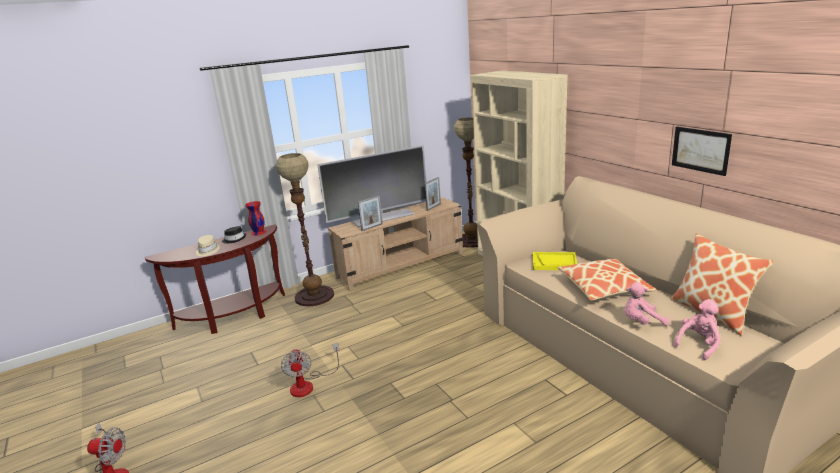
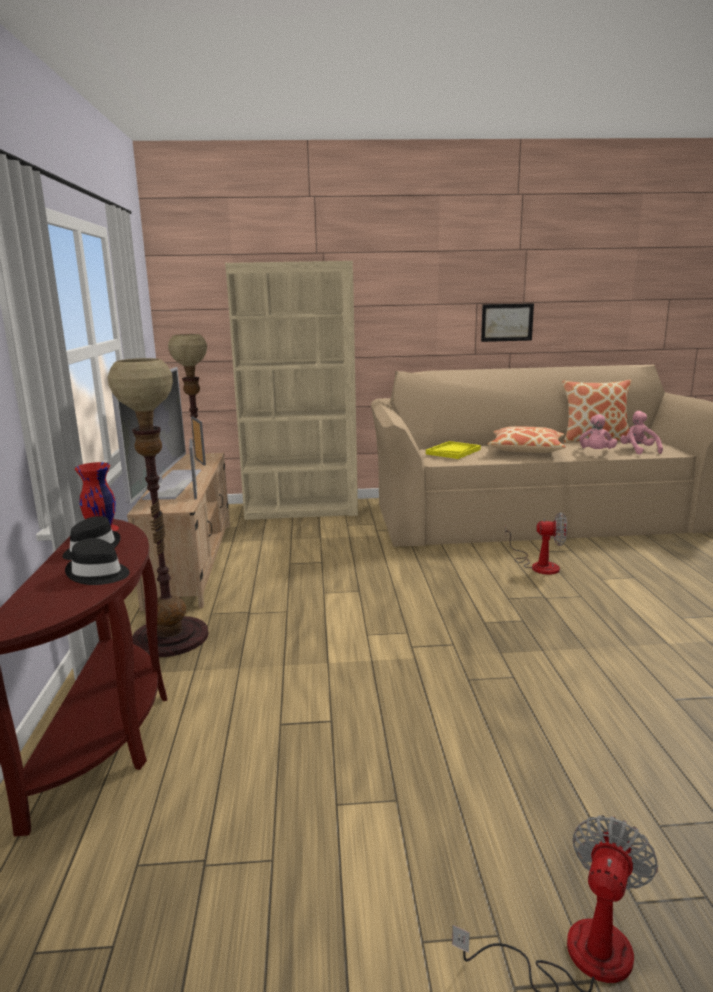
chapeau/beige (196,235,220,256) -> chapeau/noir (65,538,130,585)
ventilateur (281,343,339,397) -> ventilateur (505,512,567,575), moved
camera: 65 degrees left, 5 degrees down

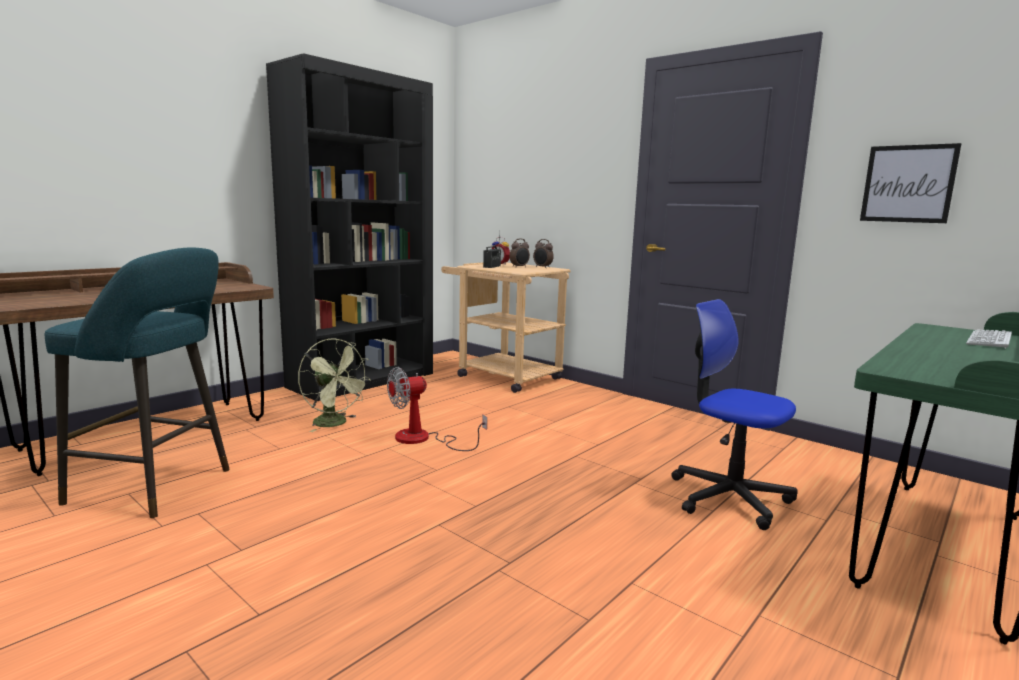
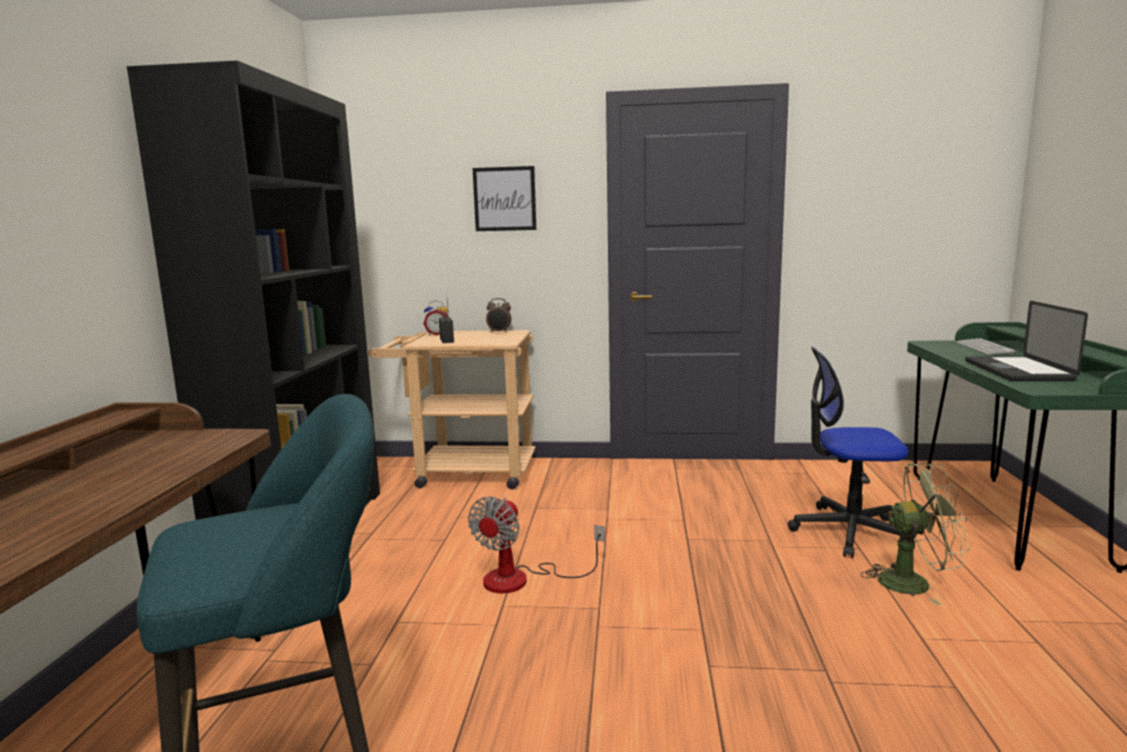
tableau (860,143,962,223) -> tableau (473,166,536,231), moved
réveil (509,239,530,267) -> none
ventilateur/vert (298,338,371,432) -> ventilateur/vert (860,463,970,605), moved
none -> ordinateur portable (965,301,1088,381)
camera: 35 degrees left, 0 degrees up

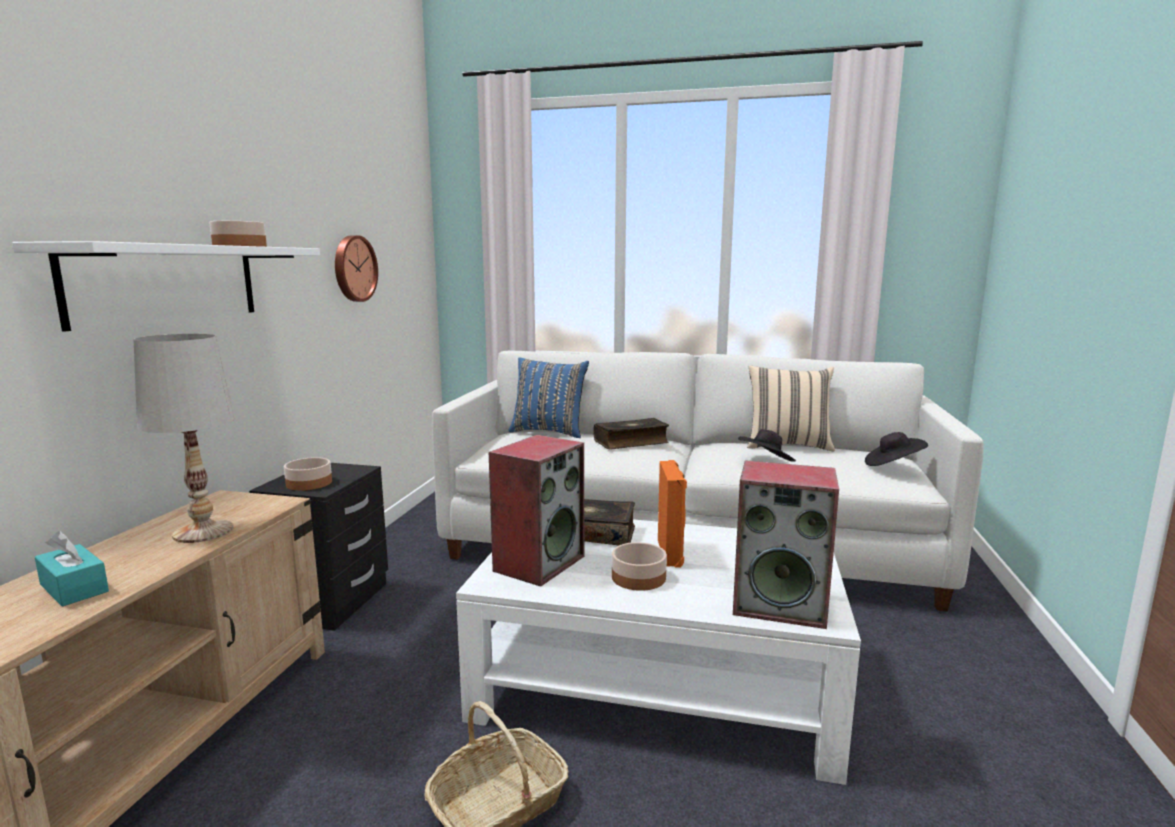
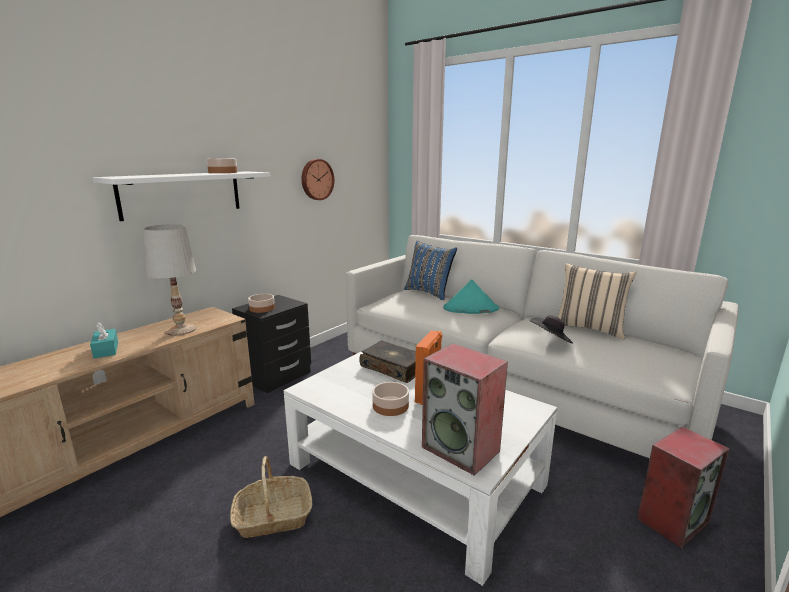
livre (593,418,669,450) -> chapeau/turquoise (443,279,499,314)
chapeau/noir (865,432,928,466) -> none
enceinte (489,435,584,587) -> enceinte (637,427,730,548), moved
camera: 25 degrees right, 5 degrees up

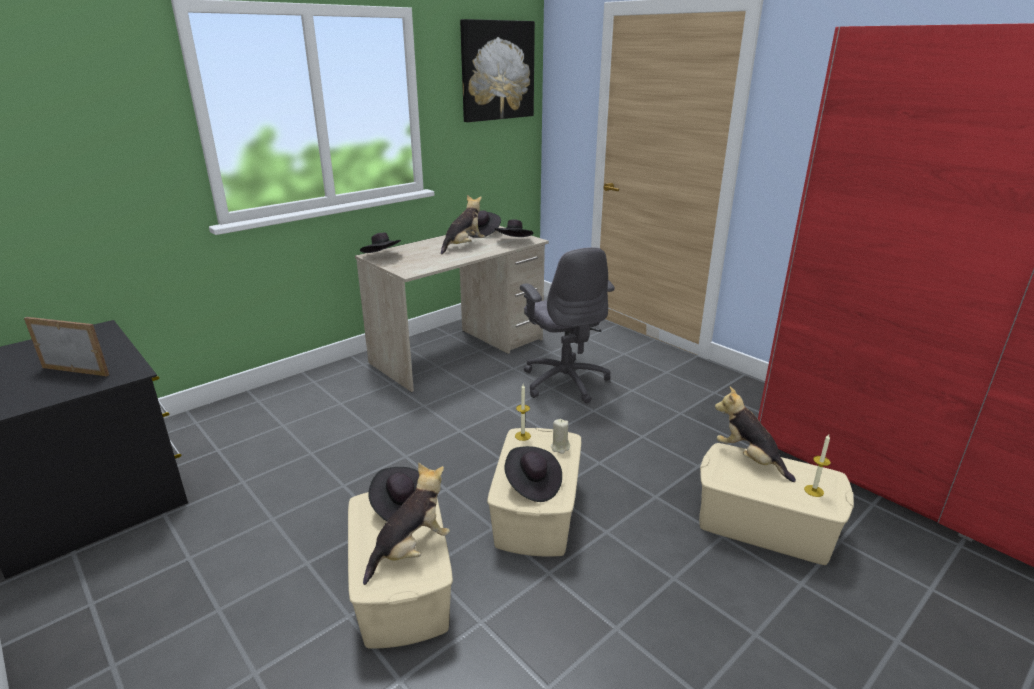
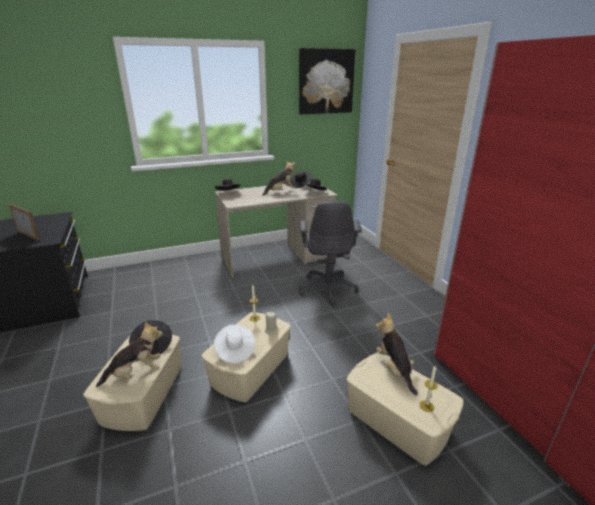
chapeau/noir (505,446,562,502) -> chapeau/blanc (214,325,255,364)
camera: 20 degrees right, 0 degrees up

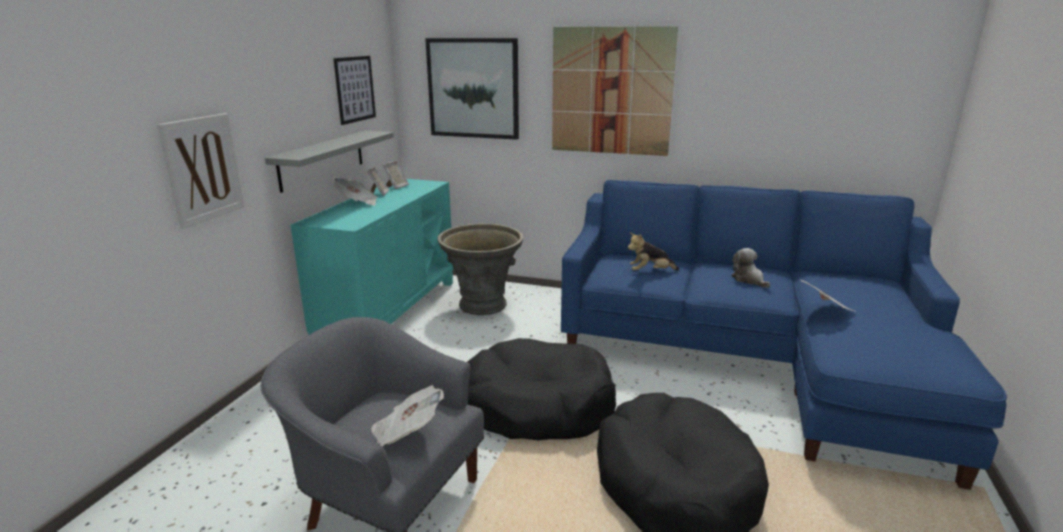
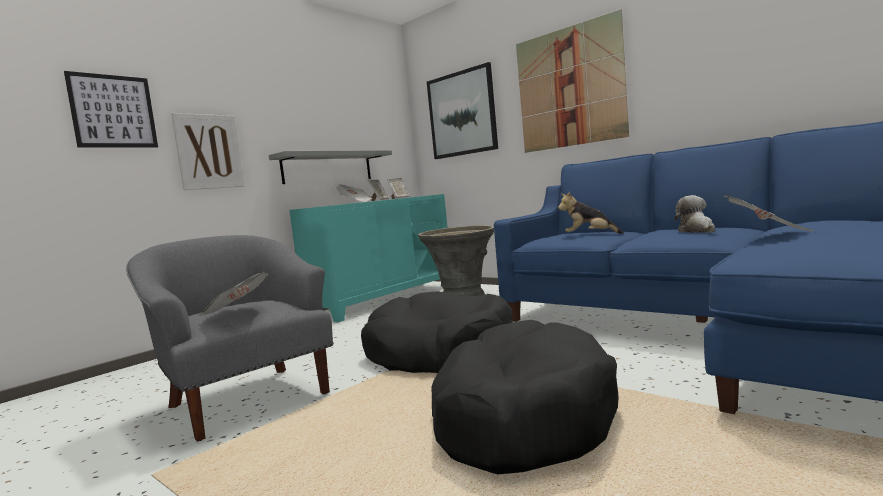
tableau (333,56,376,125) -> tableau (64,71,158,148), moved
camera: 25 degrees right, 15 degrees down

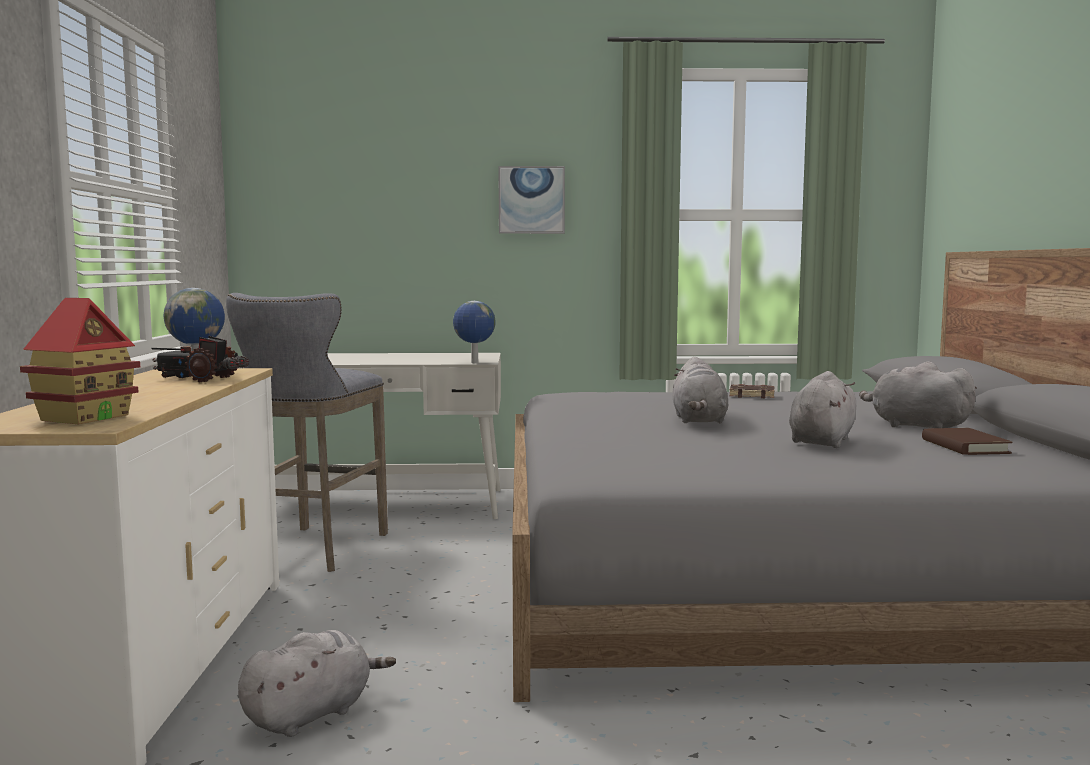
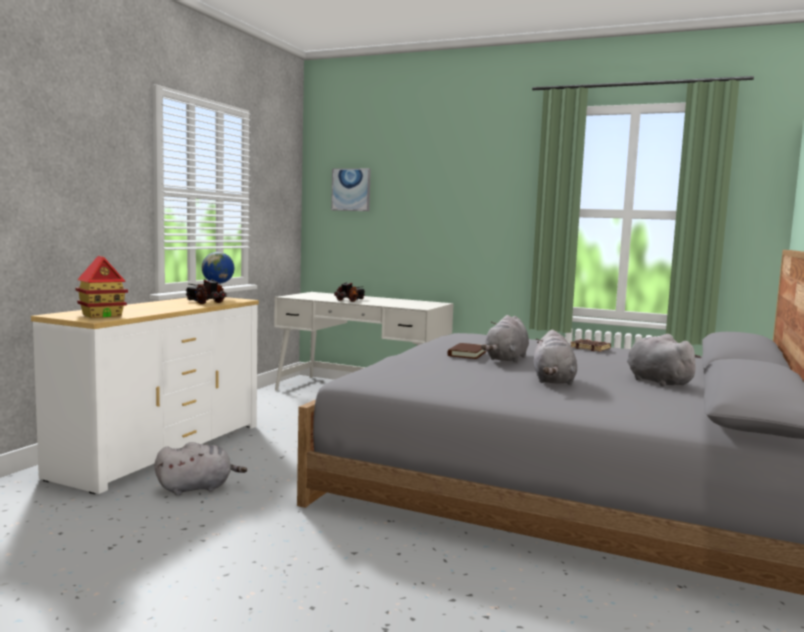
tableau (498,166,565,234) -> tableau (331,168,371,211), moved
tabouret/gris (226,293,388,572) -> none
globe (453,301,496,363) -> none
peluche/gris (789,371,856,448) -> peluche/gris (534,330,577,385), 135 degrees clockwise
livre/marron (922,428,1013,455) -> livre/marron (447,343,487,359), moved
none -> camion jouet (334,282,365,302)
camera: 25 degrees right, 0 degrees up

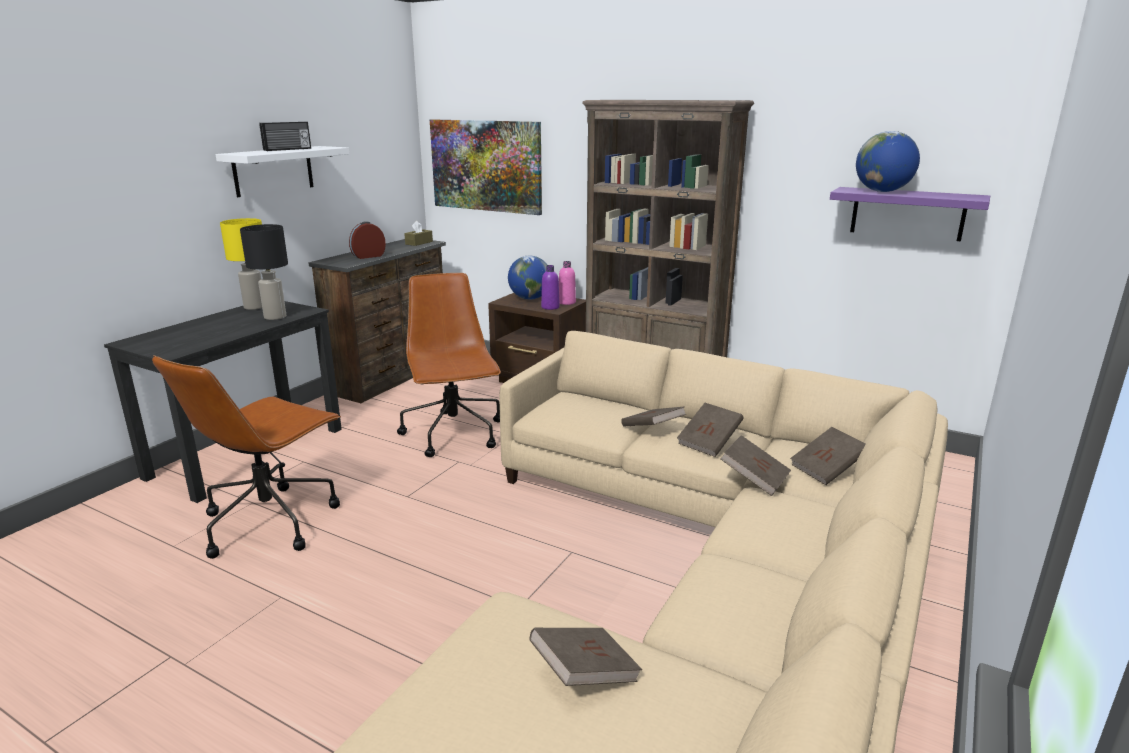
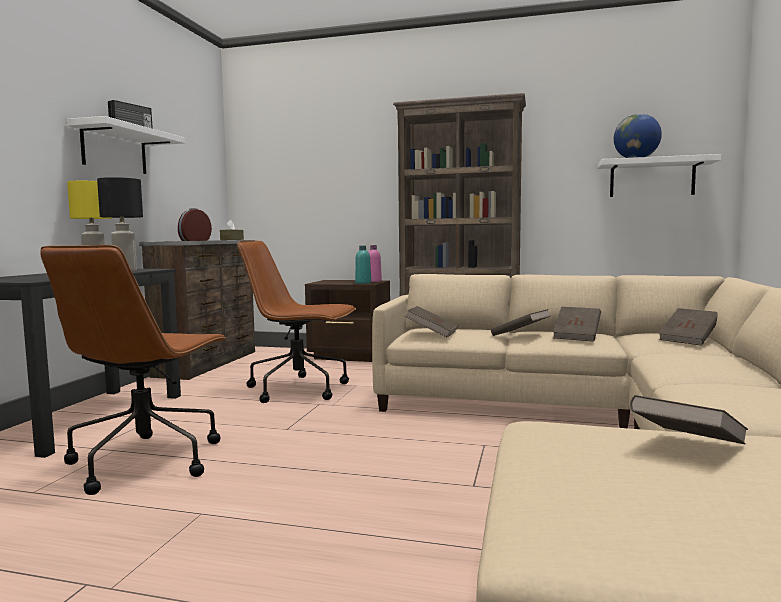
tableau (430,119,542,215) -> none
étagère/violet (830,187,990,241) -> étagère/blanc (598,154,722,197)
globe (508,256,547,300) -> none
bouteille/violet (541,265,560,310) -> bouteille/turquoise (355,245,371,284)
chaise de bureau/marron (397,273,501,457) -> chaise de bureau/marron (237,241,356,403), 45 degrees counterclockwise
livre/marron (720,435,791,496) -> livre/marron (405,306,458,337), moved
camera: 15 degrees left, 15 degrees down

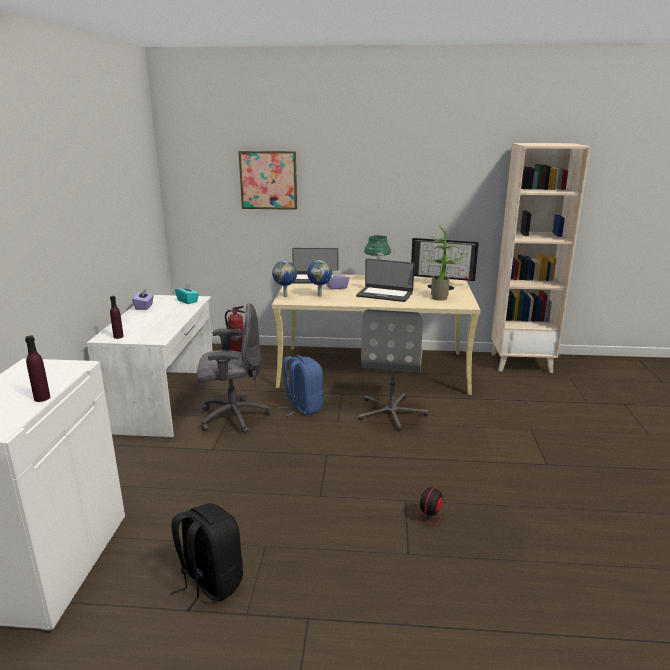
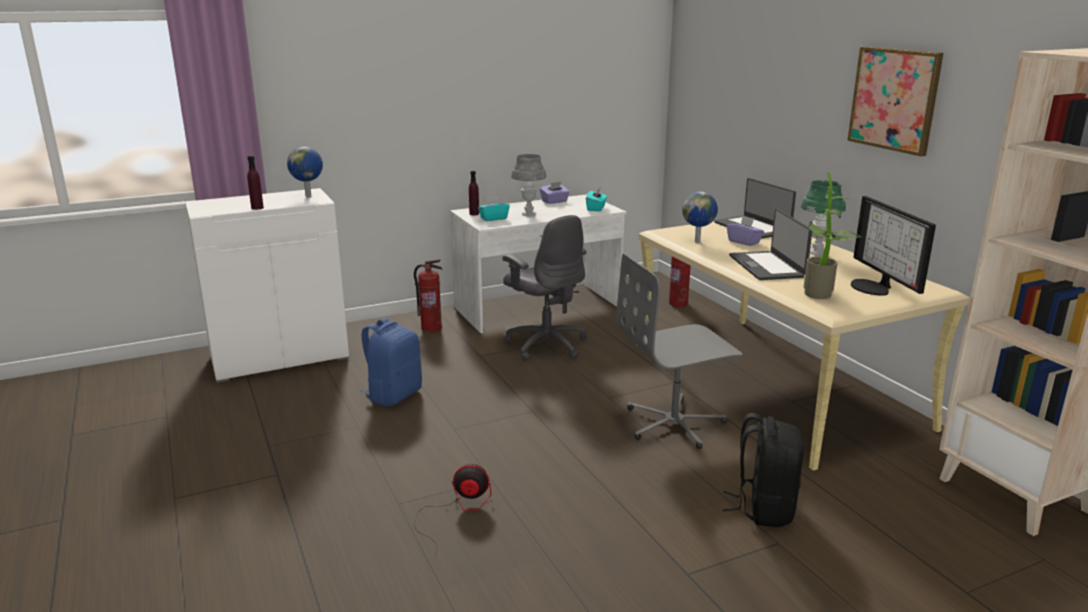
tableau (238,151,297,210) -> tableau (847,46,943,156), moved
globe (272,261,297,297) -> globe (287,147,323,197), moved
sac à dos/bleu (279,355,323,416) -> sac à dos/bleu (360,318,422,407), moved
sac à dos/noir (171,503,243,611) -> sac à dos/noir (723,413,804,527), moved
none -> lampe de table/gris (511,154,546,216)
none -> boîte à mouchoirs/turquoise (478,196,510,221)
none -> extincteur (414,259,442,332)
camera: 60 degrees right, 0 degrees up

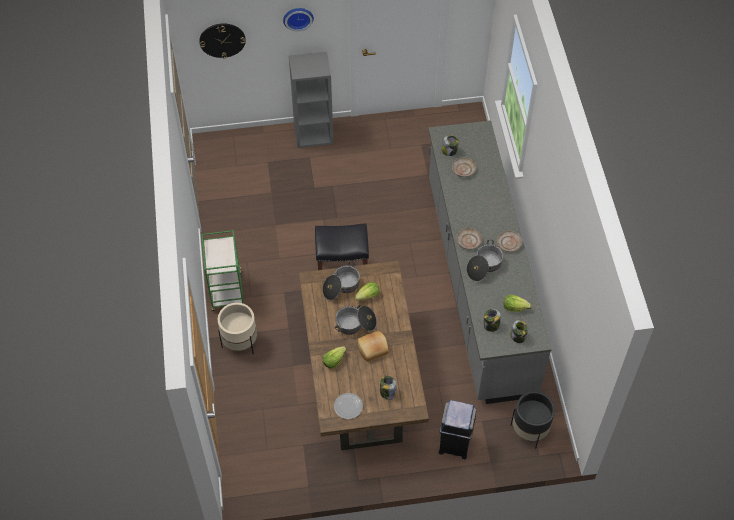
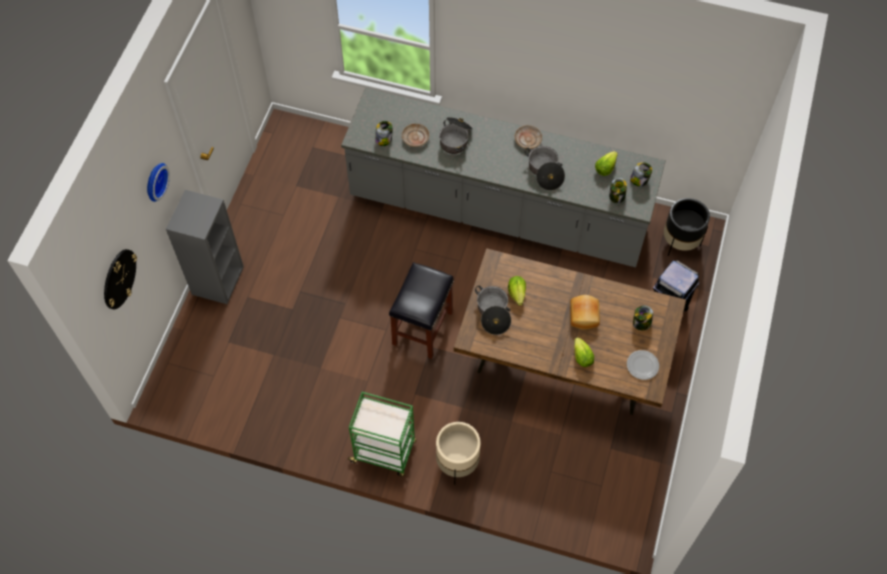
assiette/beige (457,228,482,250) -> none
marmite (334,305,377,335) -> marmite (439,117,473,154), moved
camera: 65 degrees left, 5 degrees up

